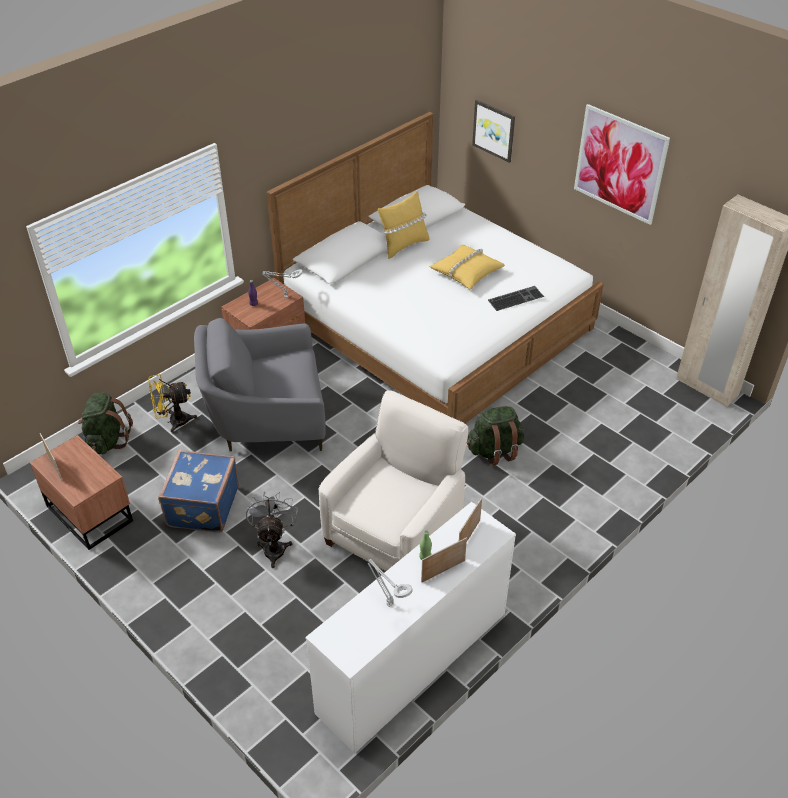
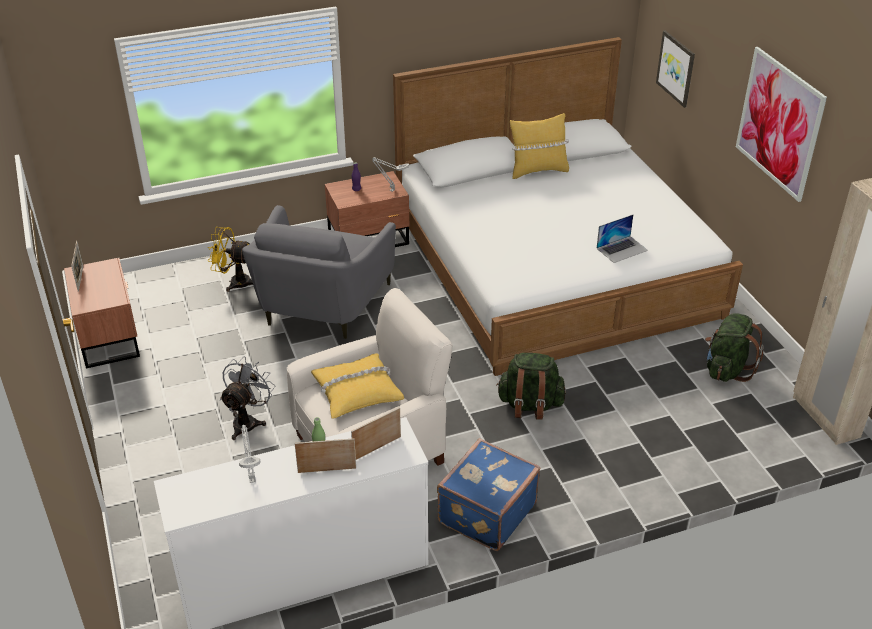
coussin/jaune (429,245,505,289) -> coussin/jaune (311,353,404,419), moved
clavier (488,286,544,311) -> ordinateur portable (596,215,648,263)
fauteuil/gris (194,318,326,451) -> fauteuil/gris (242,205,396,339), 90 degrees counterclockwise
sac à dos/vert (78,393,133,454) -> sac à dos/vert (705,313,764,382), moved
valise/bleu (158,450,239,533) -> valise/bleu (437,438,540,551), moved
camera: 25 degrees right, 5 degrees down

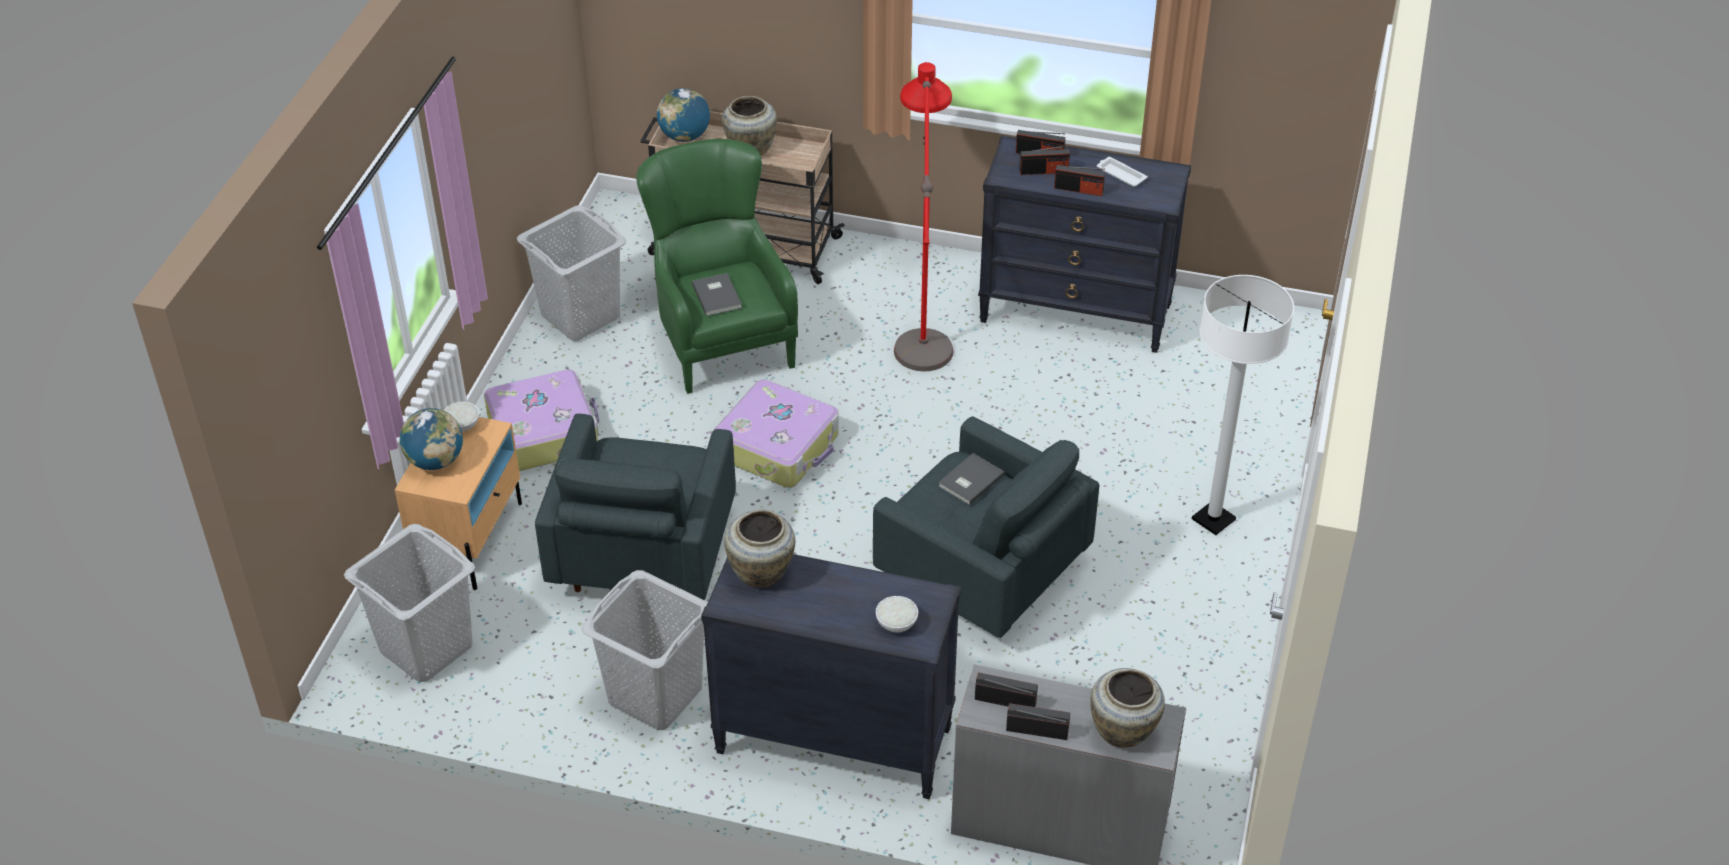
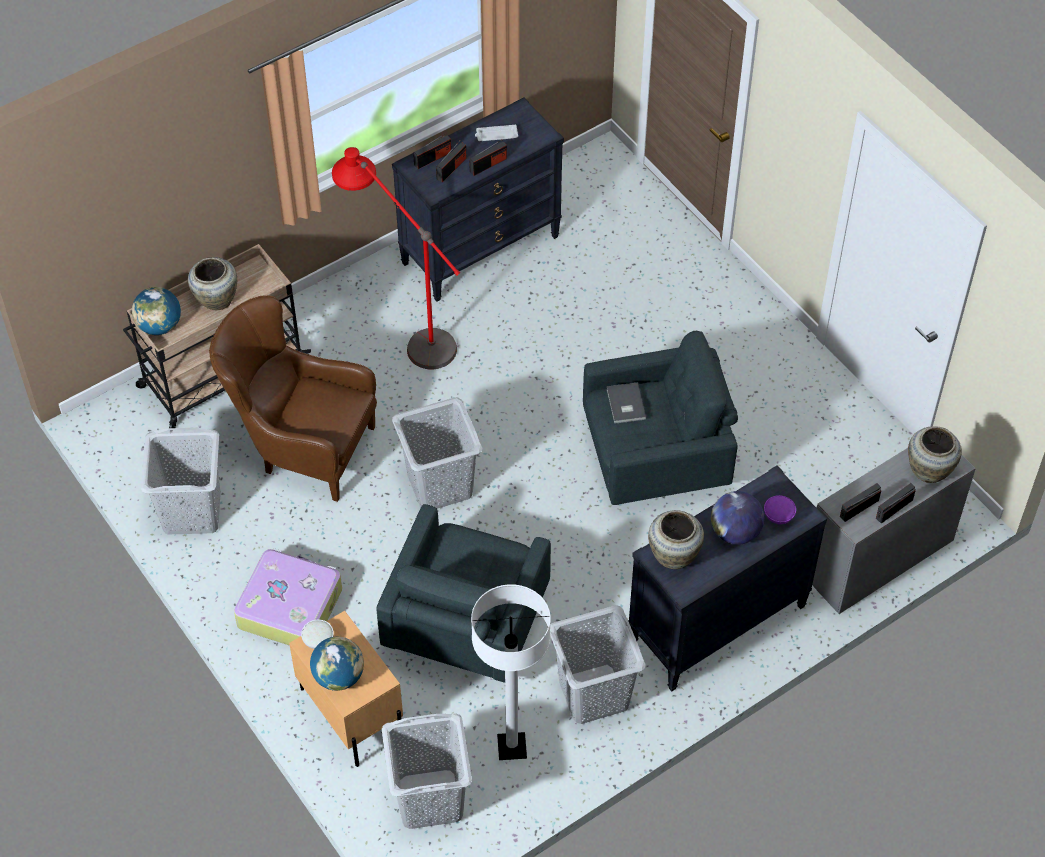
fauteuil/vert (636,138,798,394) -> fauteuil/marron (209,295,377,502)
livre/gris (692,273,742,316) -> none
lampadaire/blanc (1192,275,1294,535) -> lampadaire/blanc (471,584,551,760), moved
valise (713,380,839,488) -> panier à linge/gris (392,397,482,509)
fauteuil/gris (535,414,736,600) -> fauteuil/gris (376,504,551,683), 60 degrees clockwise
bol/blanc (876,596,918,632) -> bol/violet (764,495,796,524)
none -> globe (711,491,764,545)
camera: 50 degrees left, 10 degrees up

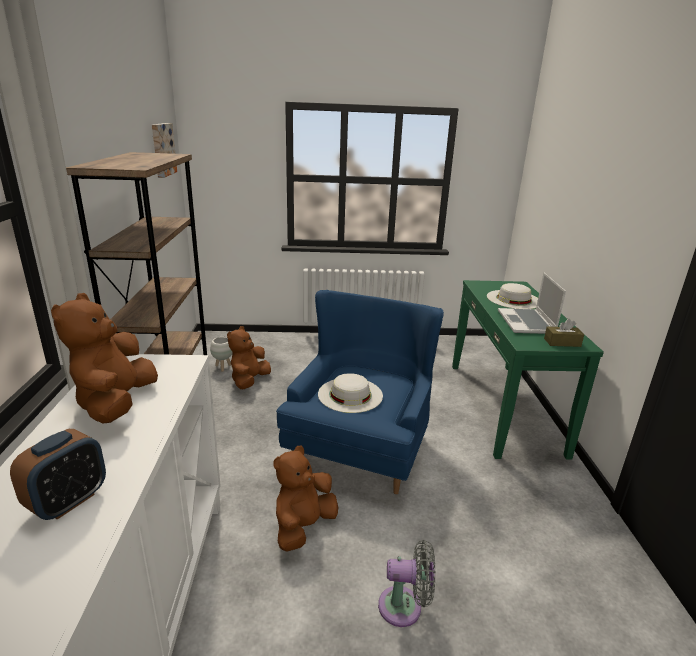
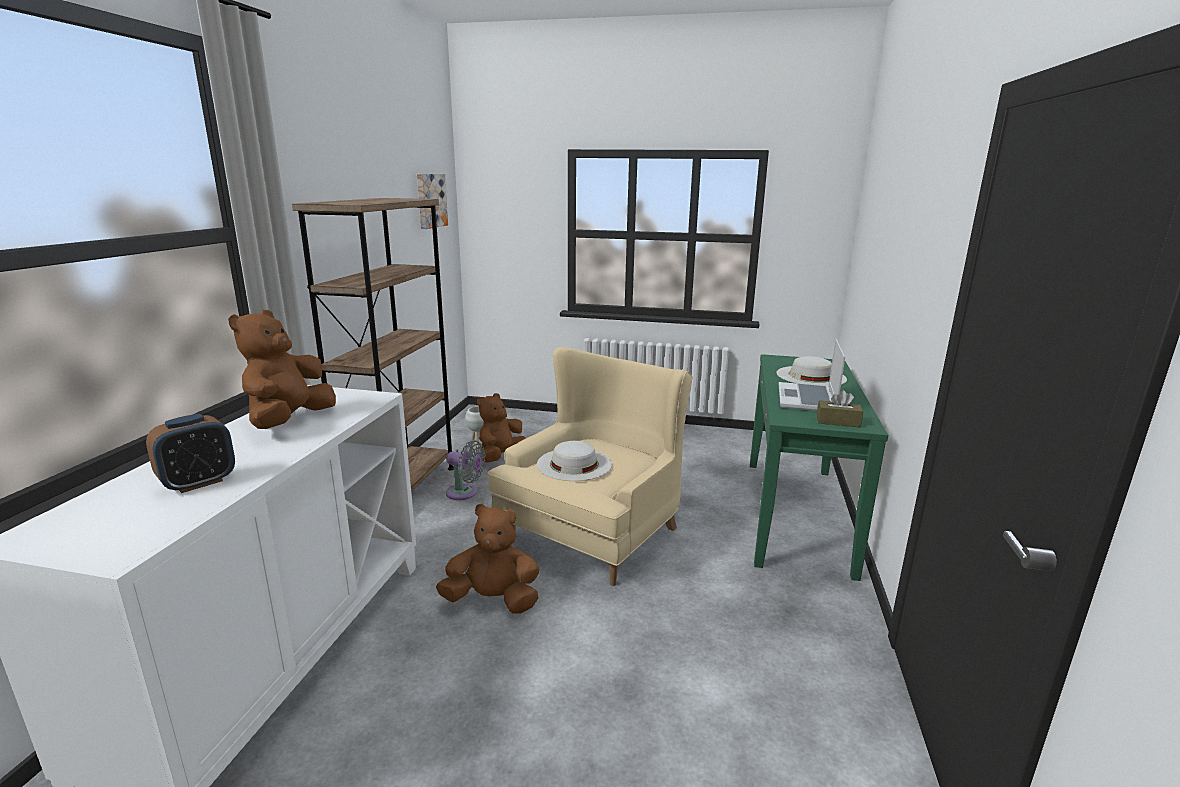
fauteuil/bleu (276,290,444,494) -> fauteuil/beige (488,347,693,586)
peluche/marron (273,446,338,552) -> peluche/marron (436,504,539,613), 45 degrees clockwise
ventilateur/gris (378,540,435,627) -> ventilateur/gris (446,441,486,500), moved
camera: 15 degrees right, 5 degrees down

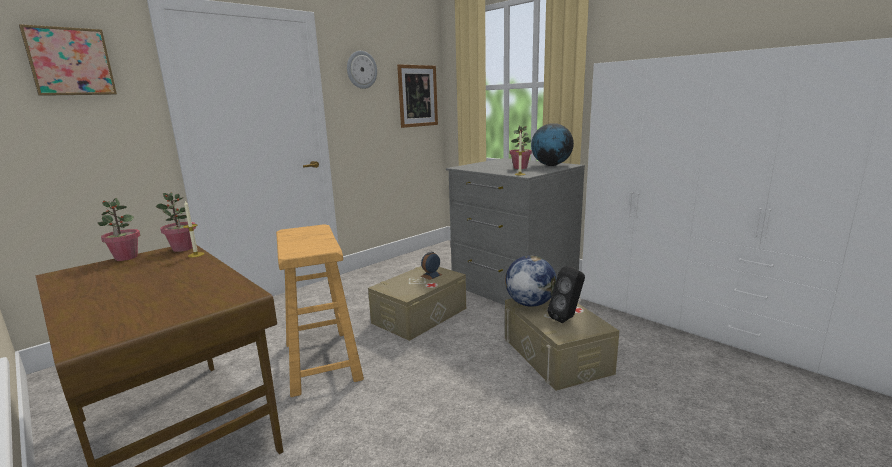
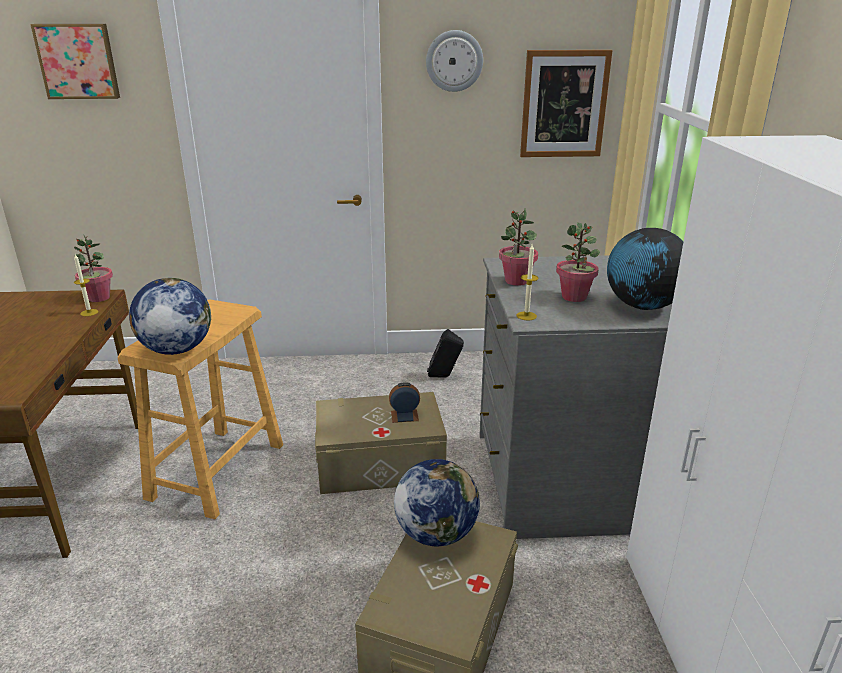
plante en pot (98,198,140,261) -> plante en pot (499,208,538,286), moved
enceinte/noir (548,266,585,323) -> enceinte/noir (427,329,464,377), moved
none -> globe (129,278,211,355)
camera: 40 degrees right, 10 degrees up

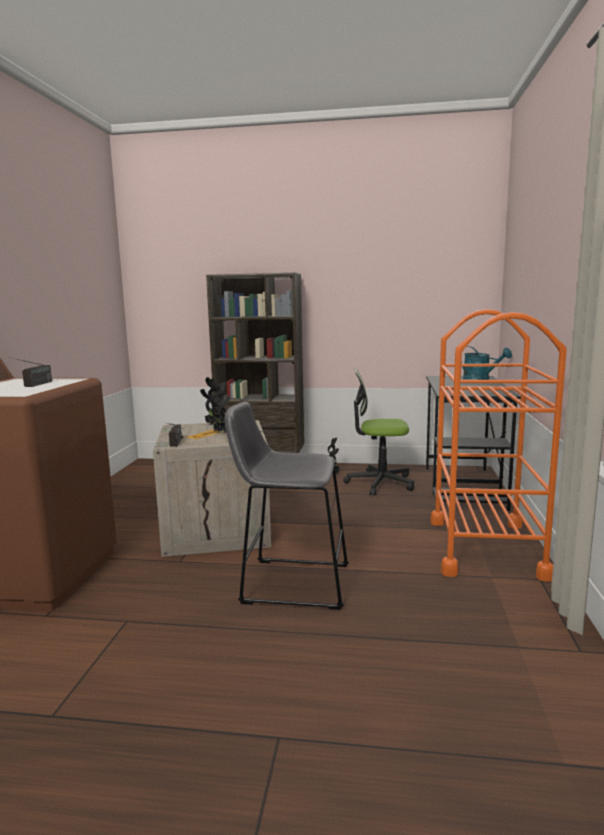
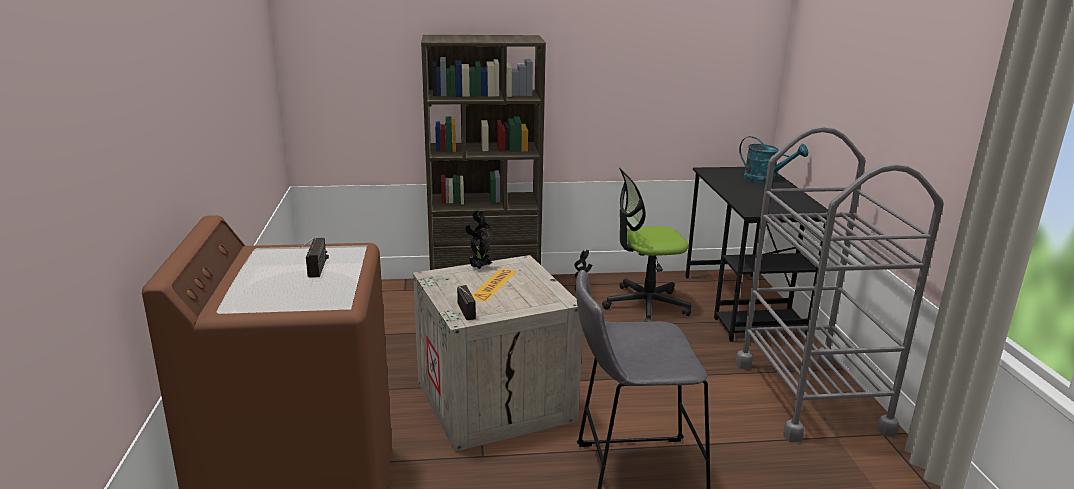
chariot/orange (430,309,567,582) -> chariot/gris (736,126,944,443)
plante en pot (211,382,231,433) -> none
camera: 15 degrees left, 10 degrees up

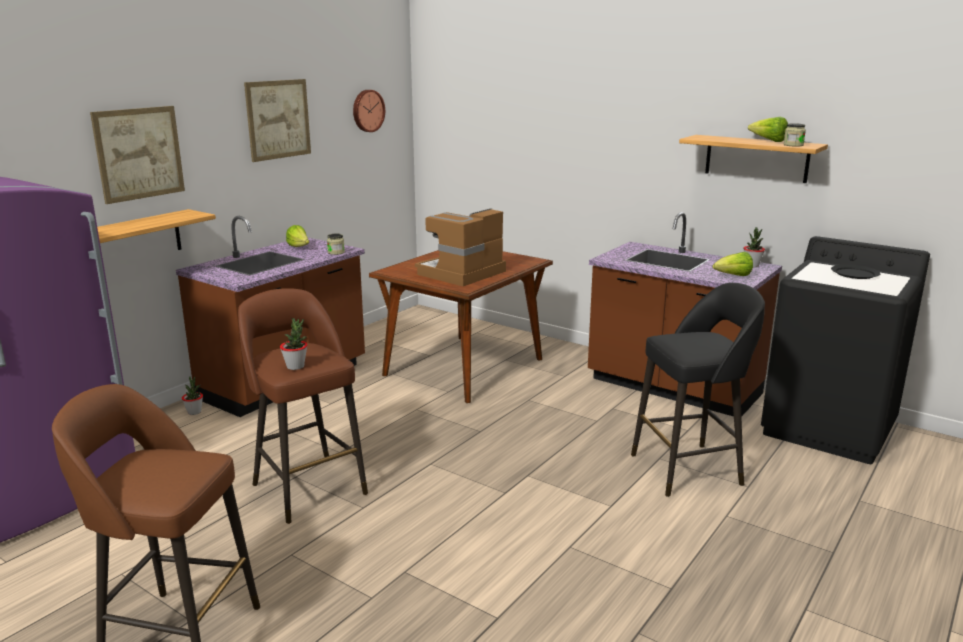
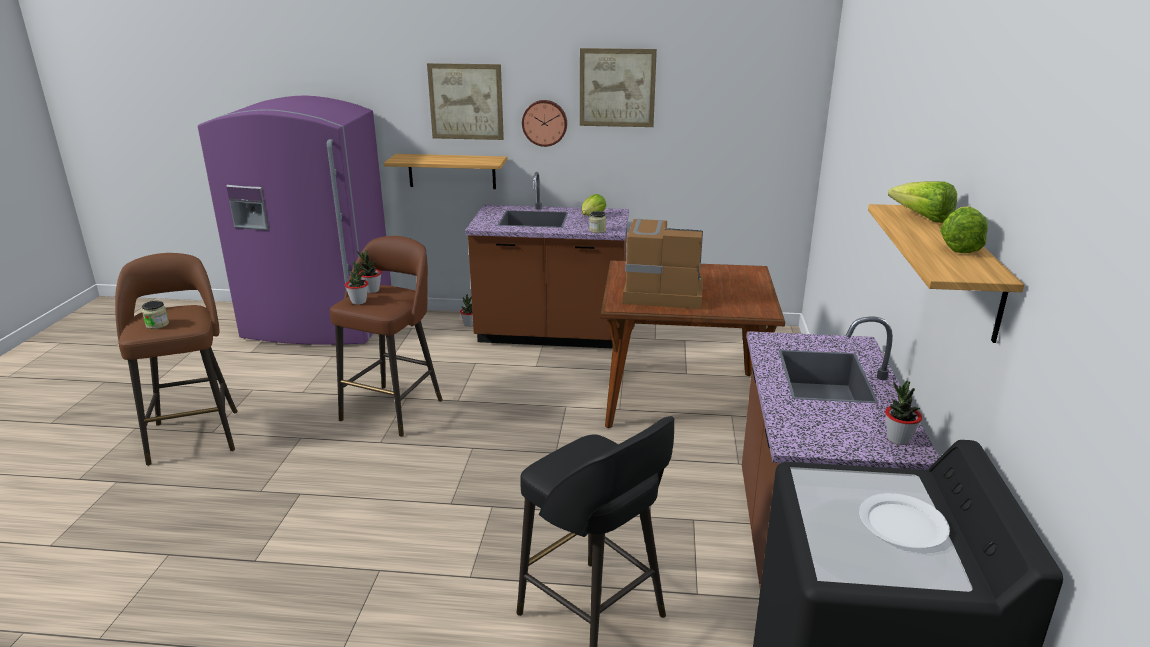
horloge murale (353,90,385,132) -> horloge murale (522,100,567,147), moved
bocal (784,123,806,146) -> bocal (142,301,169,329), moved
laitue (713,252,753,276) -> laitue (888,181,957,223), moved
assiette/noir (831,265,880,279) -> assiette/blanc (859,493,950,549)
none -> plante en pot (357,250,382,293)
camera: 60 degrees right, 5 degrees up

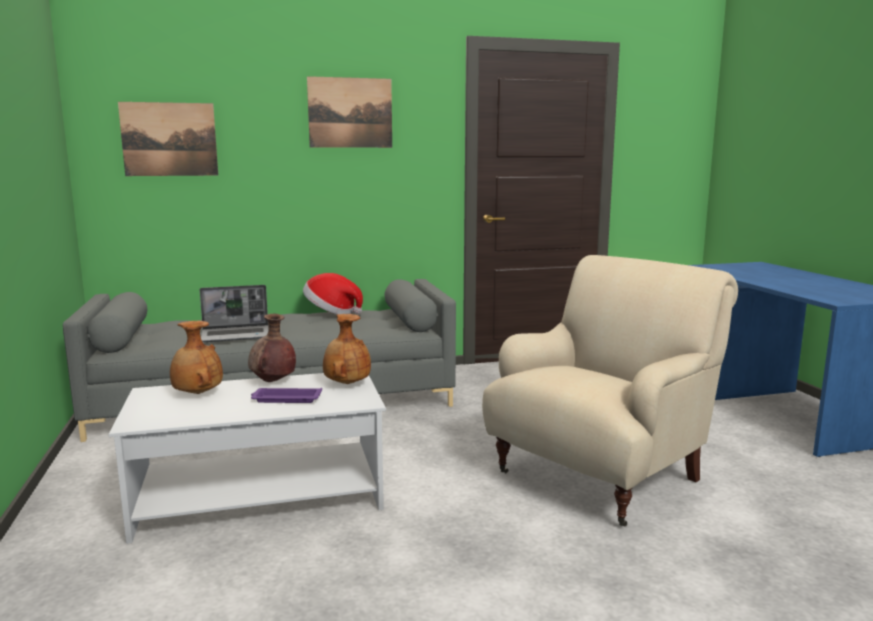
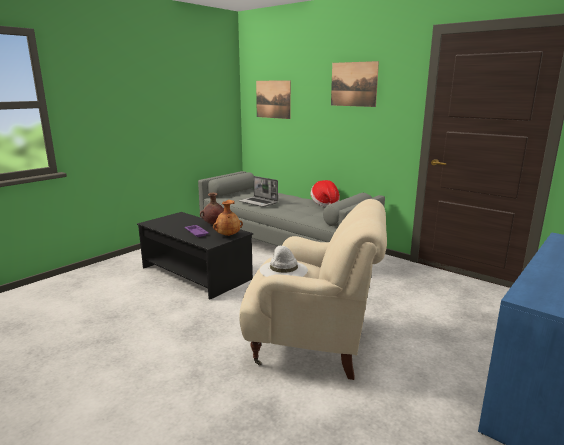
vase/marron (170,321,223,394) -> none
table basse/blanc (109,373,386,544) -> table basse/noir (137,212,253,300)
none -> chapeau/blanc (260,246,308,277)
camera: 55 degrees right, 5 degrees up

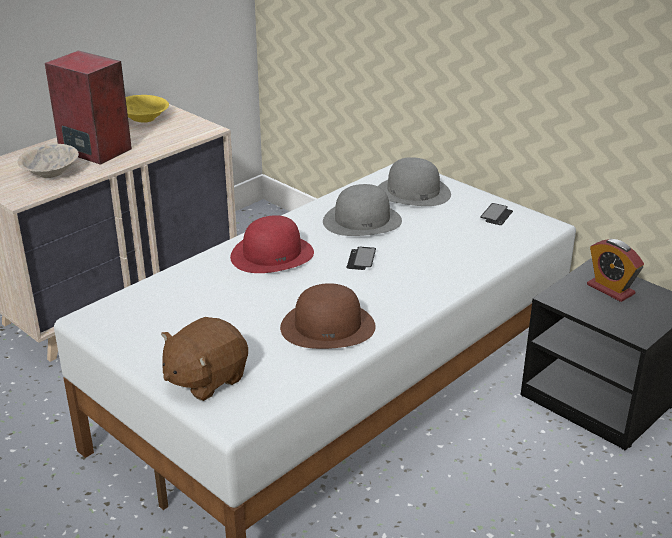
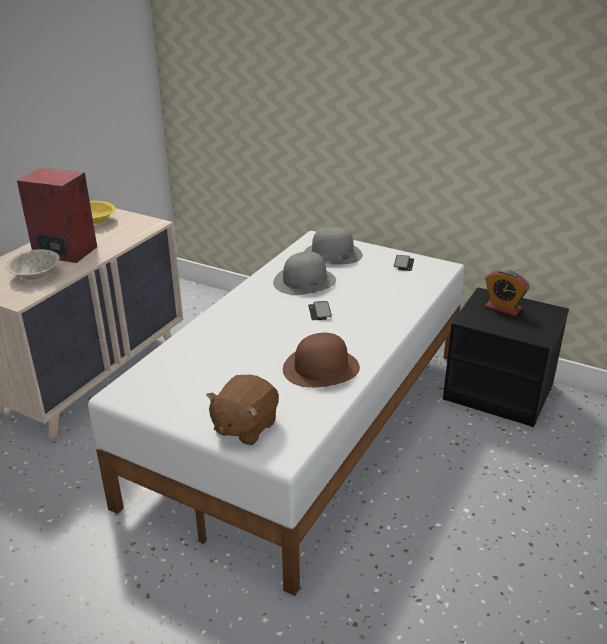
chapeau/rouge (230,215,314,273) -> none
camera: 15 degrees left, 0 degrees up

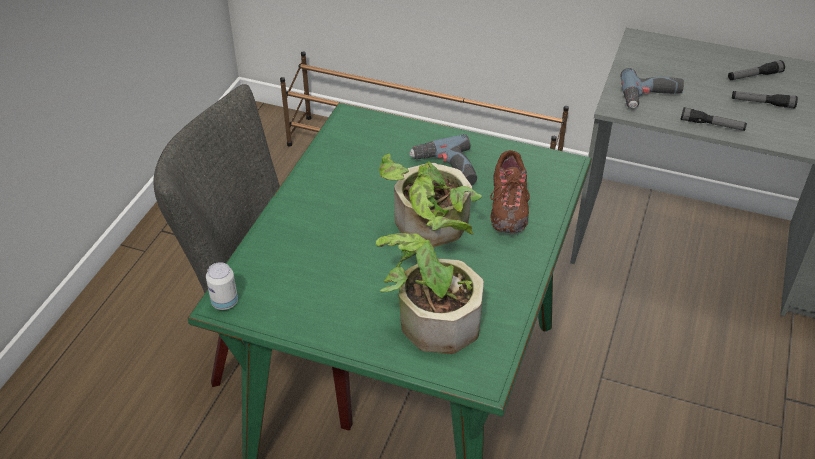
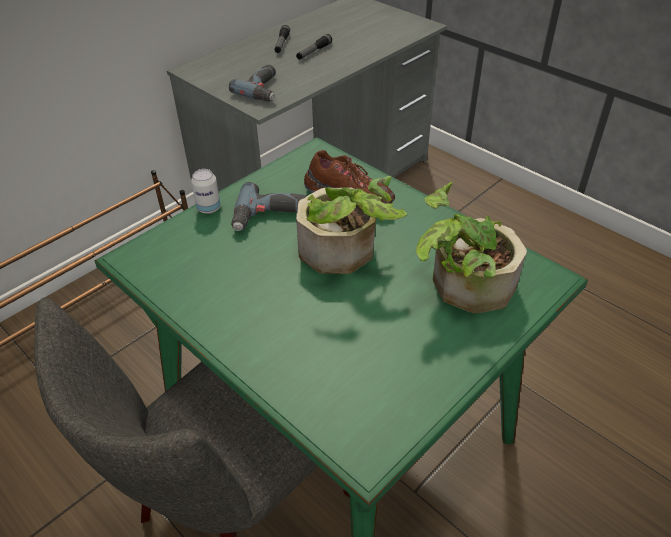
lampe de poche (680,107,747,131) -> none
boîte métallique (206,262,238,310) -> boîte métallique (191,169,221,214), moved
camera: 65 degrees left, 0 degrees up

